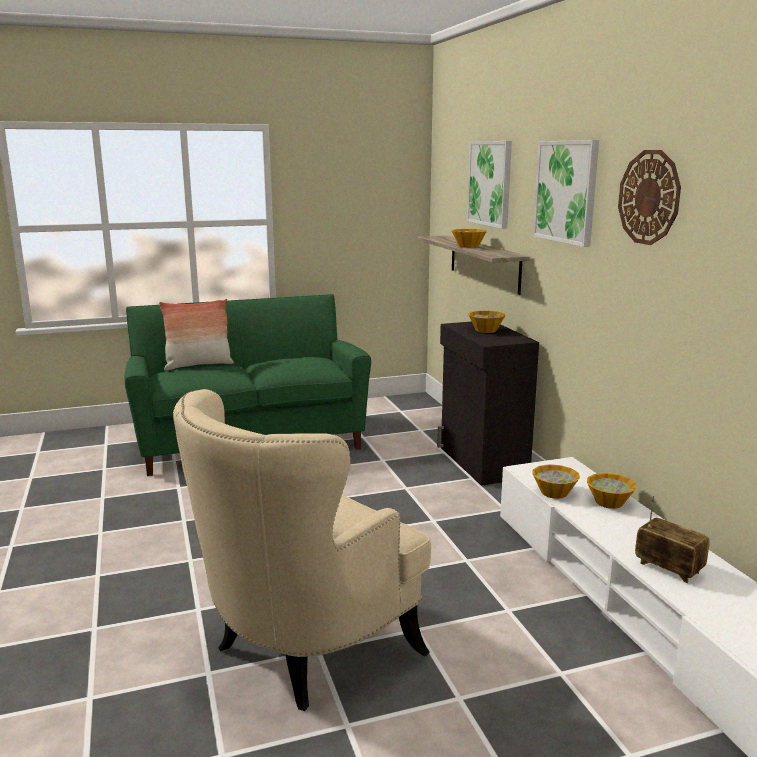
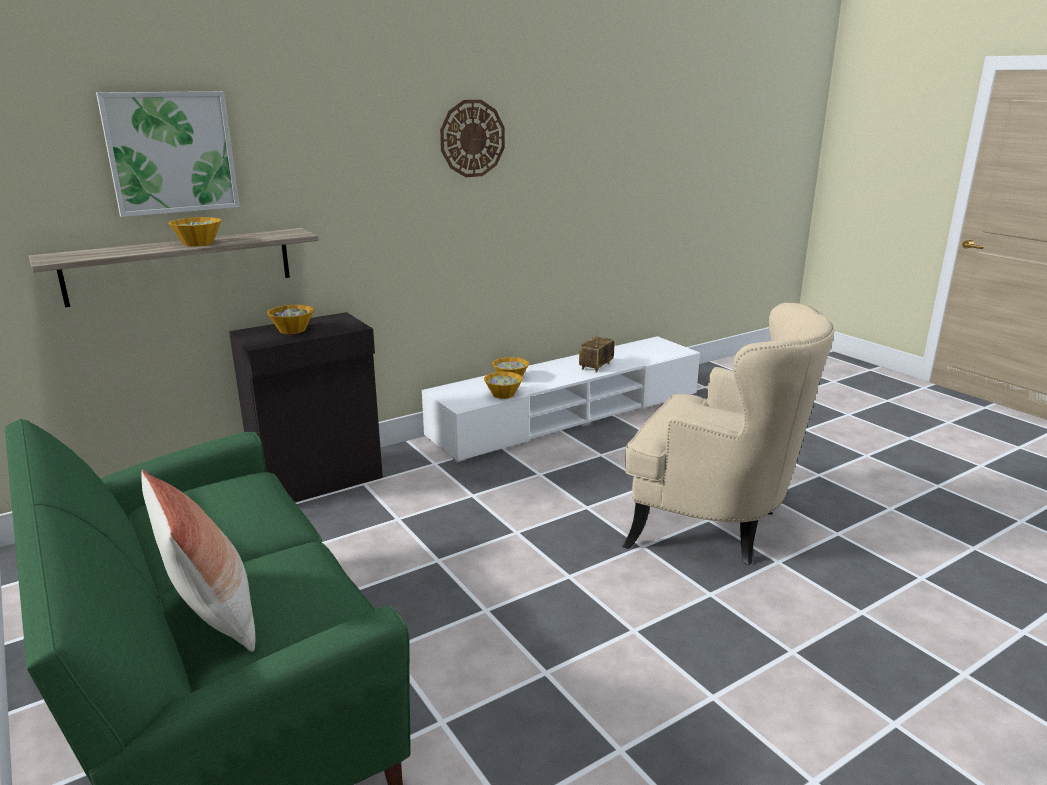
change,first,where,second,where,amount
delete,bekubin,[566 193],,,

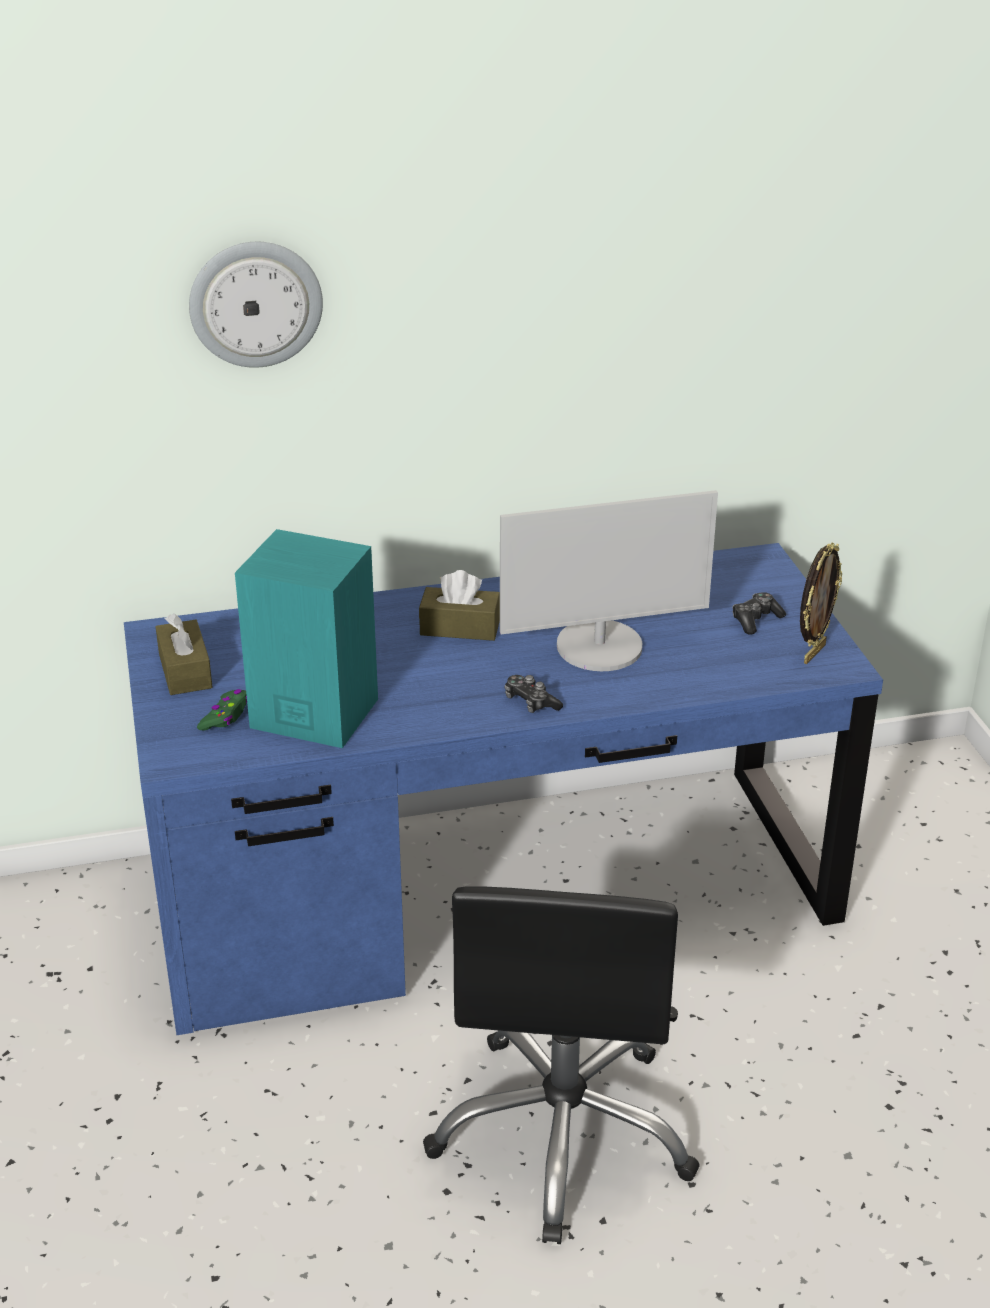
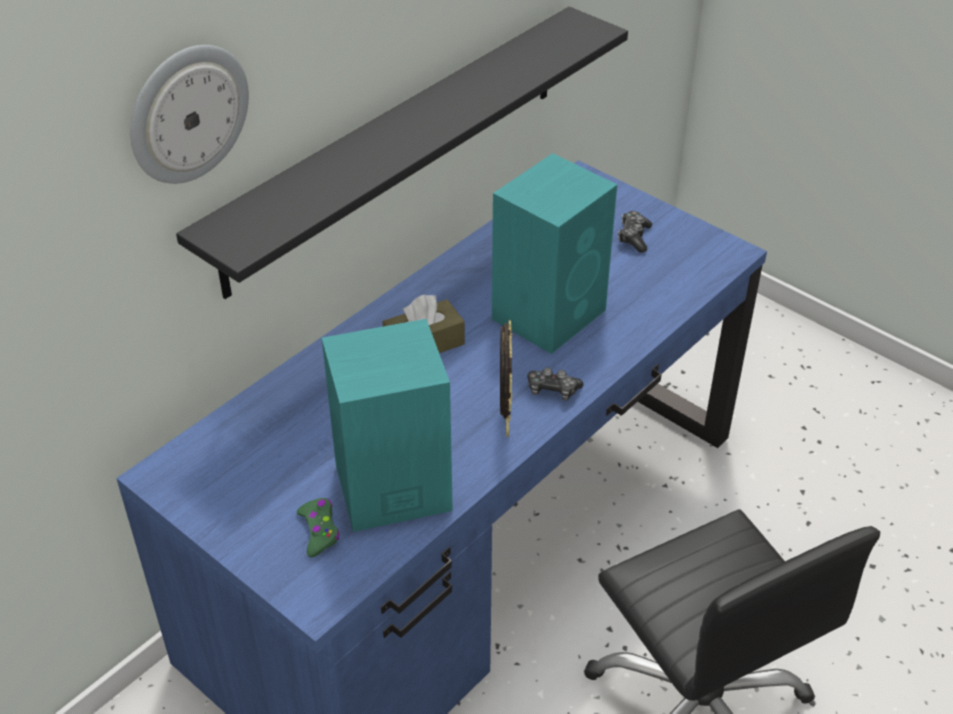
change,first,where,second,where,amount
replace,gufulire,[609 580],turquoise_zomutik,[554 253],
move,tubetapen,[821 603],,[506 378],
delete,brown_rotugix,[184 654],,,
insert,,,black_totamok,[402 153],

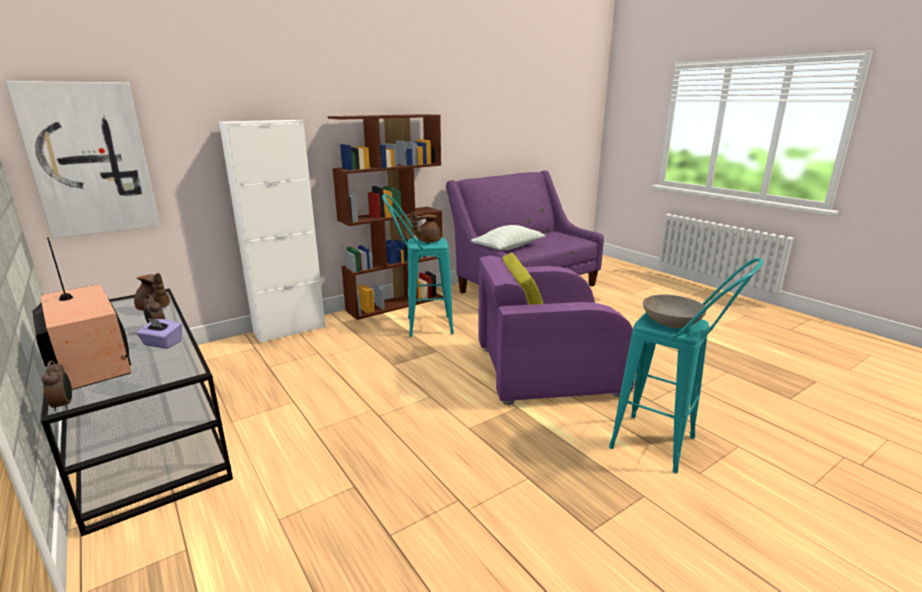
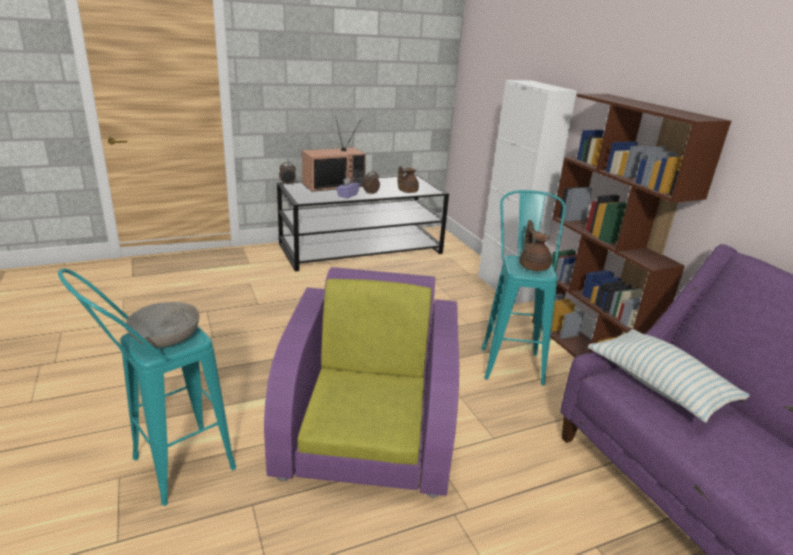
change,first,where,second,where,amount
delete,bekubin,[82 159],,,

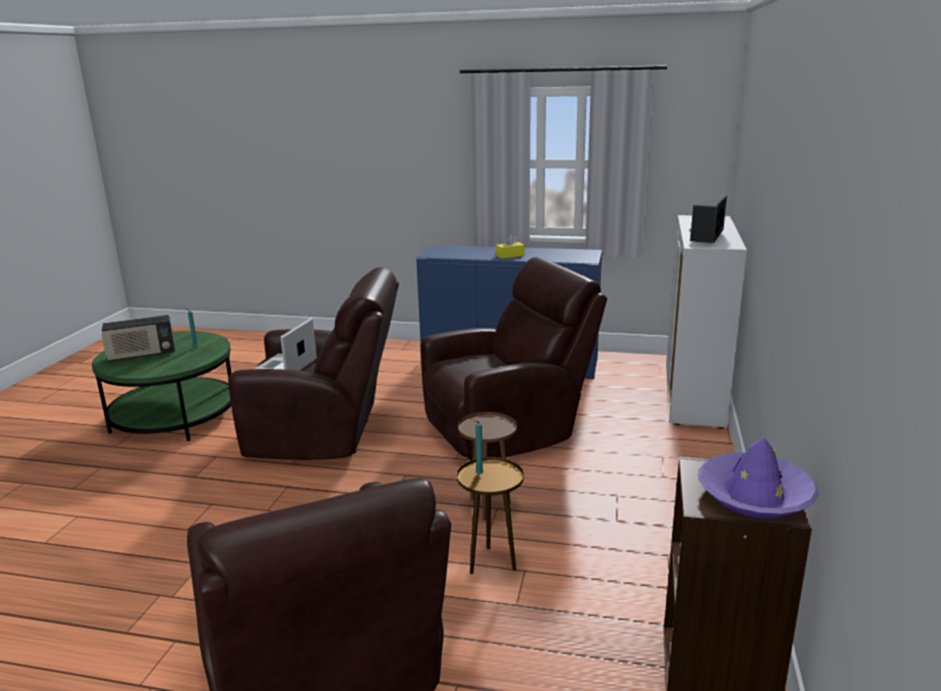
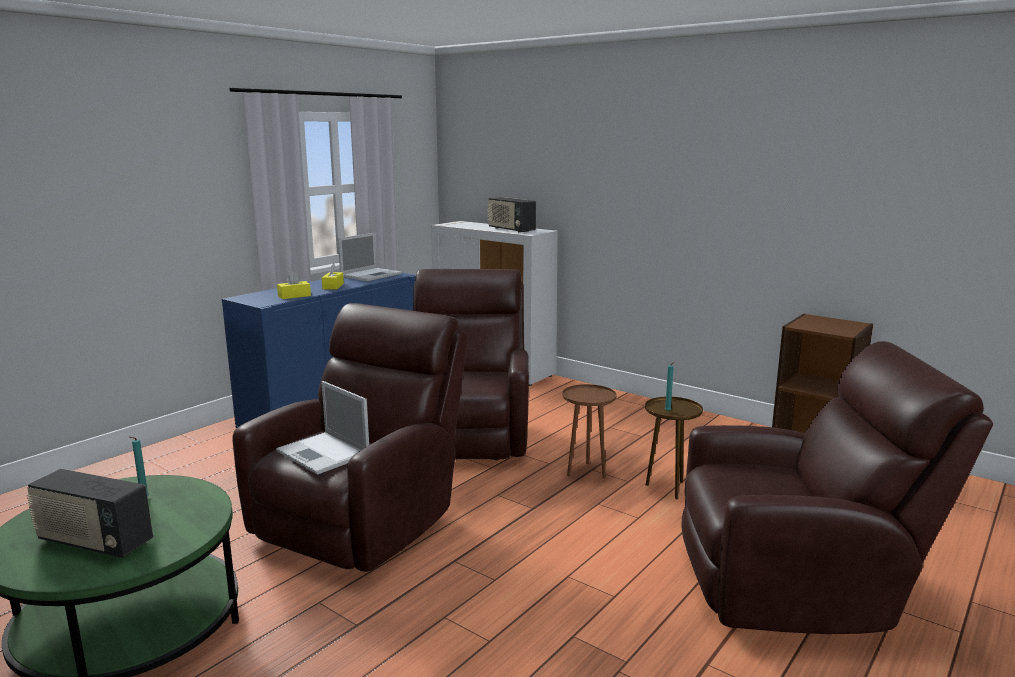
change,first,where,second,where,amount
rotate,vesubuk,[138 338],,[90 513],105 degrees clockwise
delete,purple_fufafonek,[758 478],,,
insert,,,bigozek,[370 257],
insert,,,yellow_rotugix,[294 285],

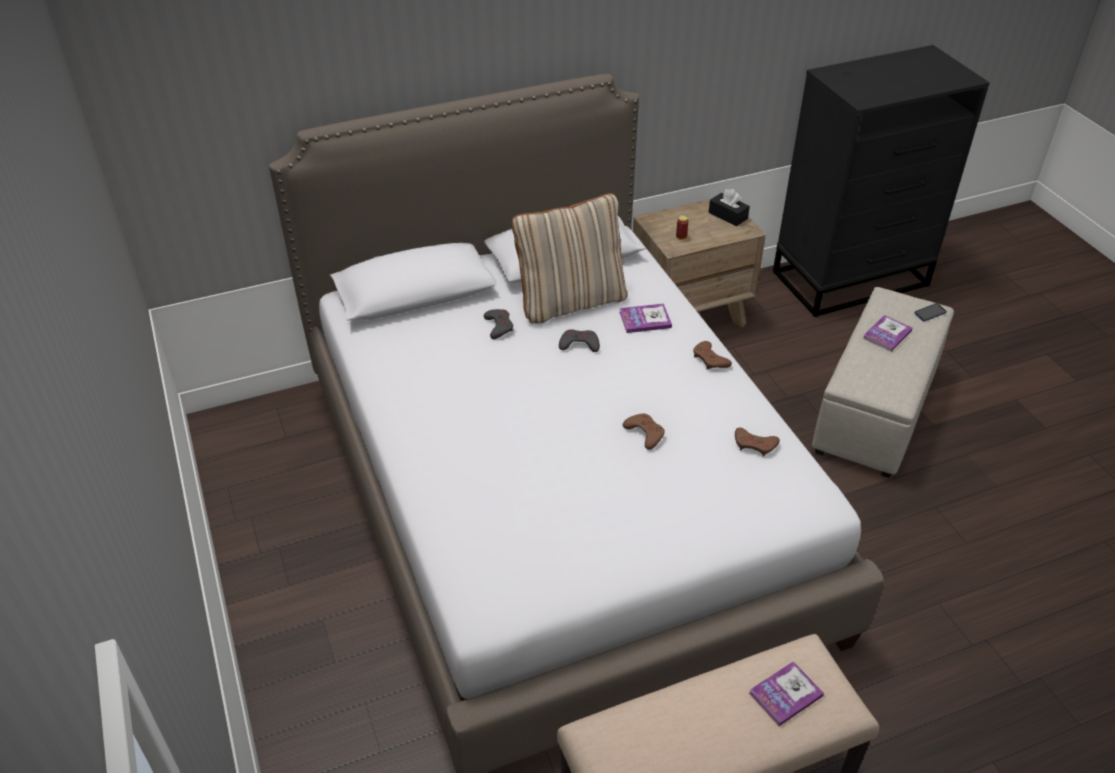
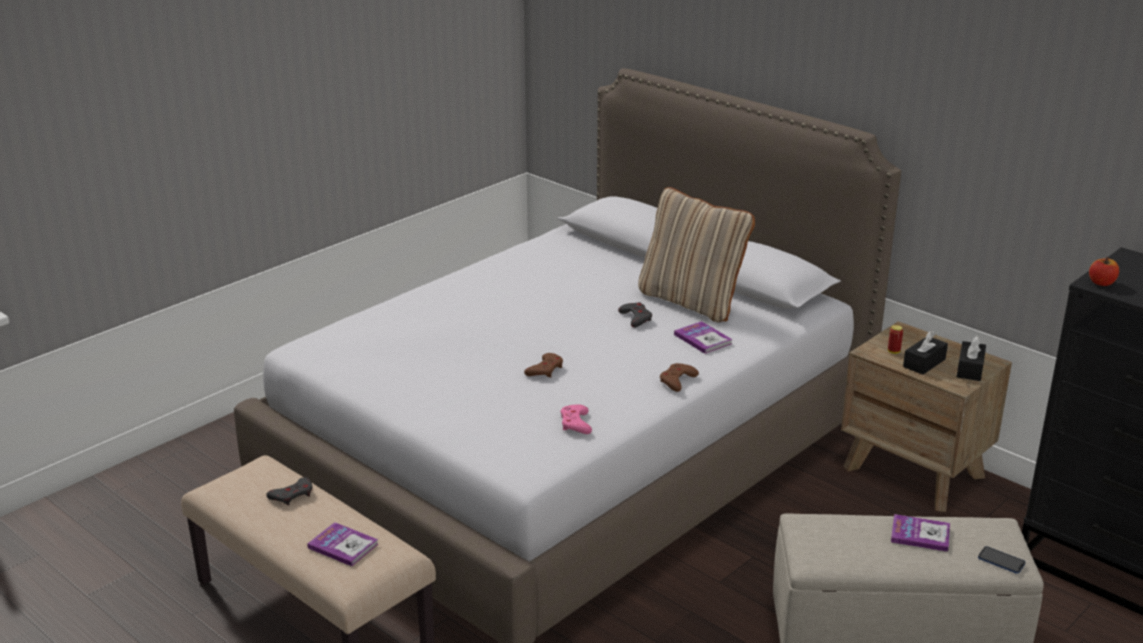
change,first,where,second,where,amount
move,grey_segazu,[498 324],,[289 491],
recolor,brown_segazu,[757 441],pink_segazu,[576 419],
insert,,,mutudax,[1104 271],
insert,,,black_rotugix,[925 353],

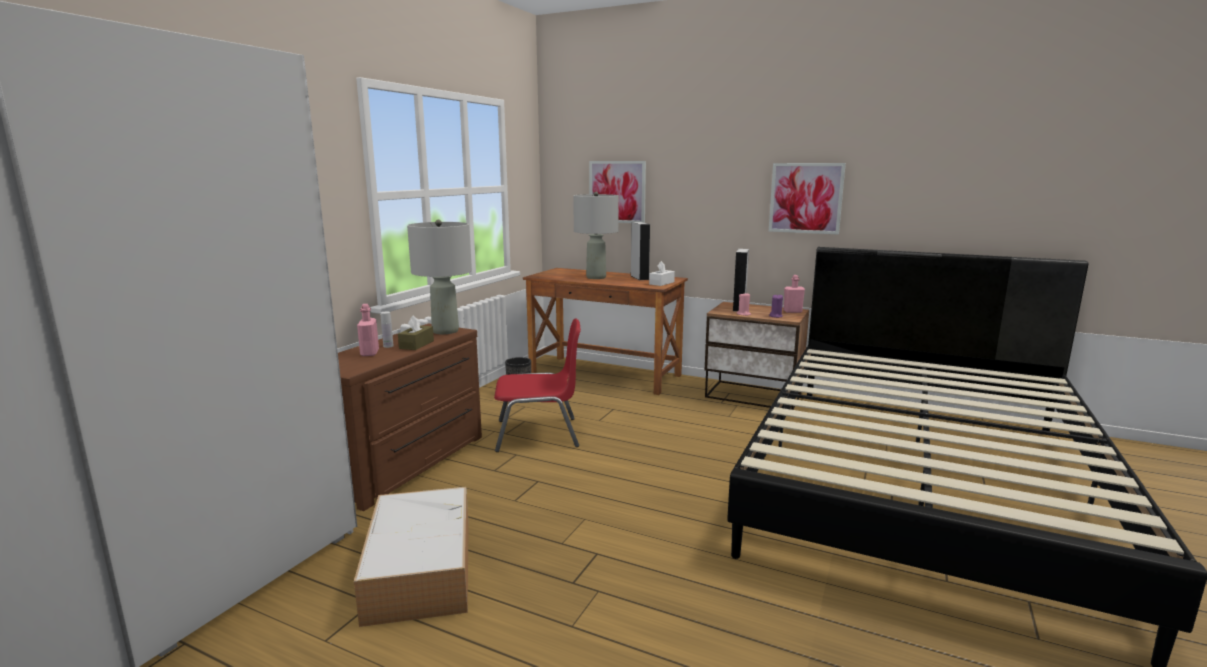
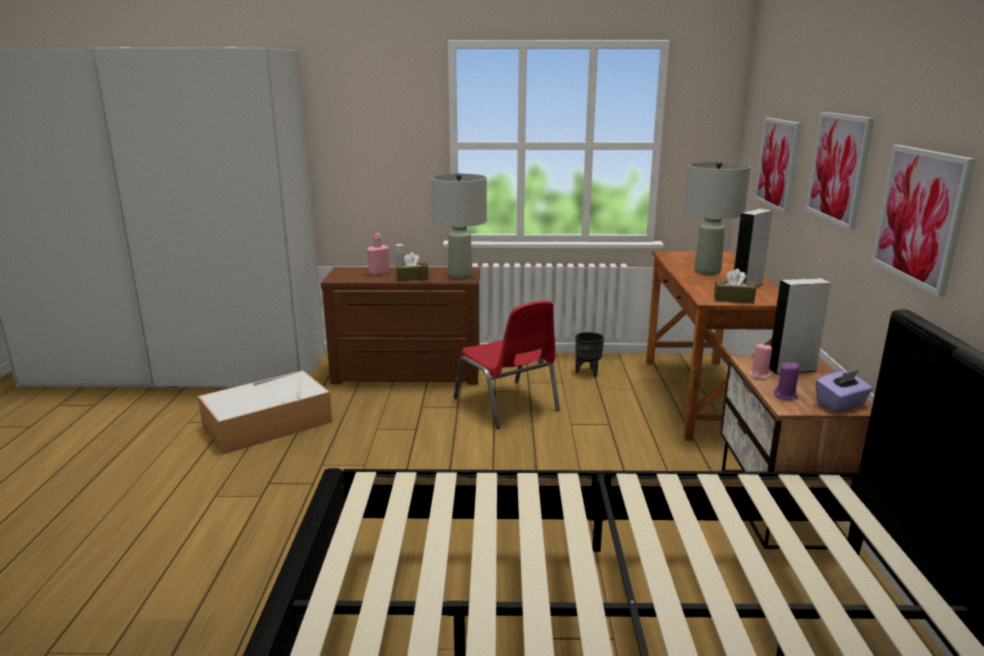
change,first,where,second,where,amount
recolor,white_rotugix,[662 273],brown_rotugix,[735 286],
replace,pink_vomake,[794 294],purple_rotugix,[844 391],
insert,,,bekubin,[840 171],

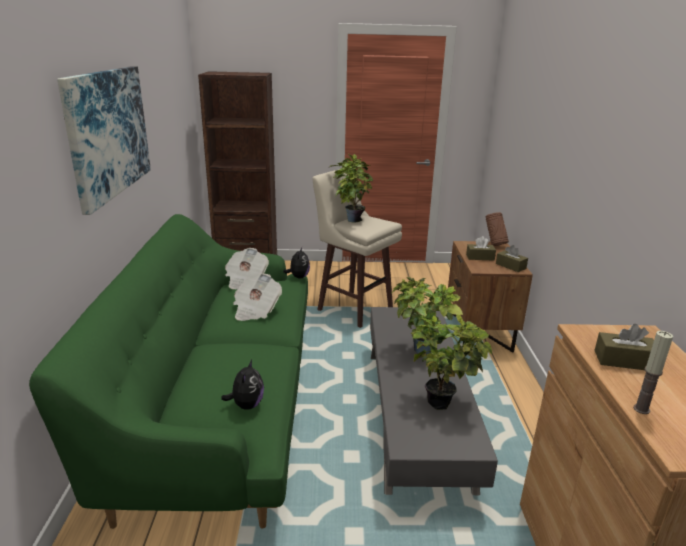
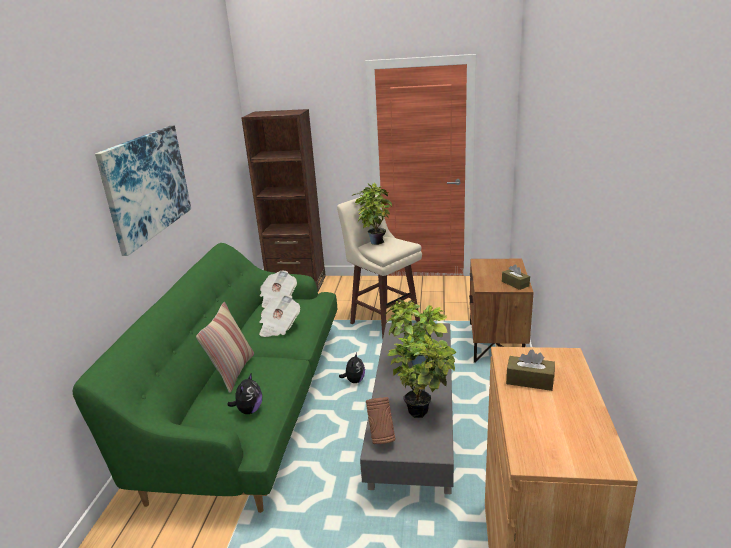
change,first,where,second,where,amount
move,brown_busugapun,[497 229],,[380 420],
delete,brown_rotugix,[481 248],,,
move,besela,[296 263],,[352 367],
delete,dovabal,[653 372],,,
insert,,,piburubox,[225 347],

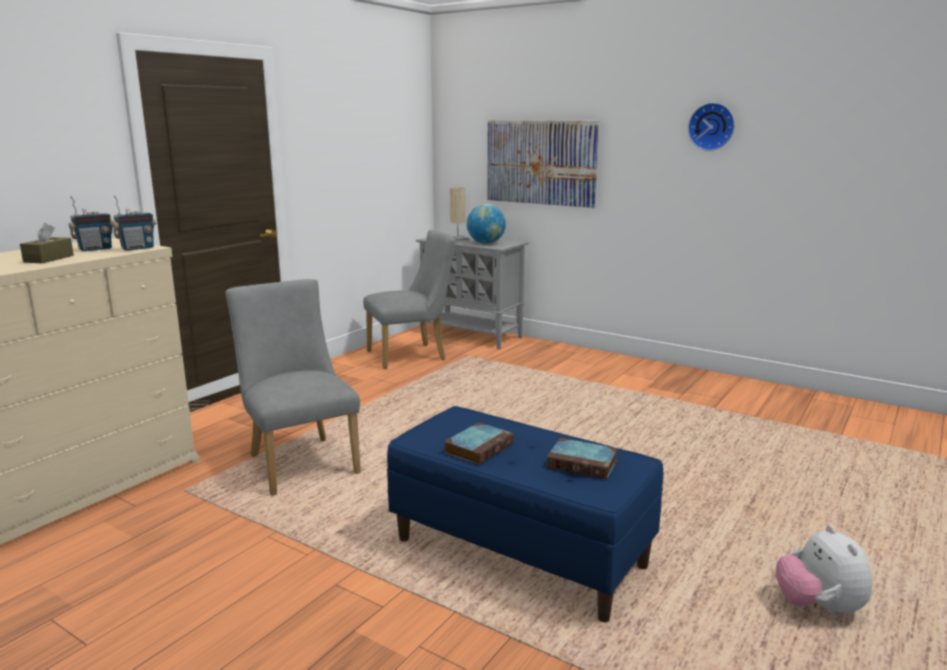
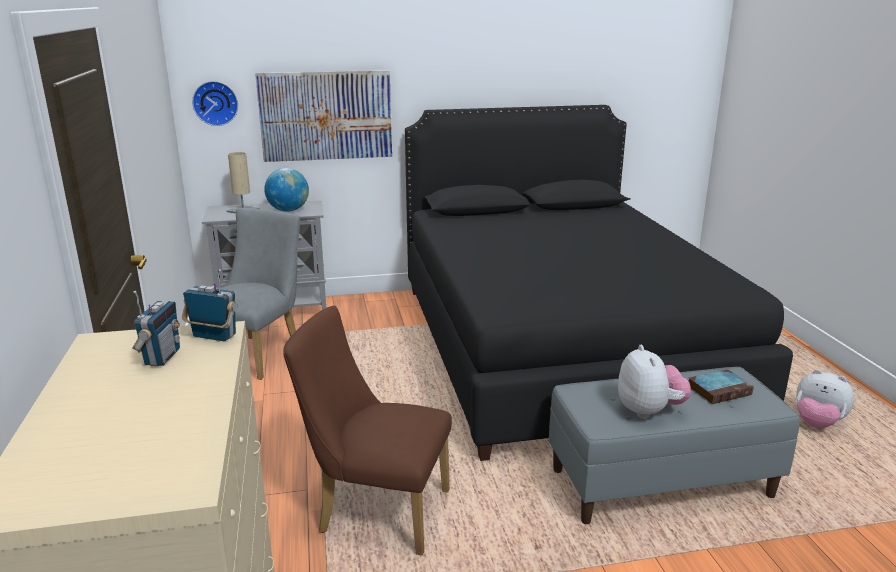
change,first,where,second,where,amount
move,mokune,[711 127],,[215 103],
rotate,vesubuk,[134 223],,[209 305],75 degrees counterclockwise
delete,brown_rotugix,[47 243],,,
recolor,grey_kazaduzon,[293 387],brown_kazaduzon,[367 430],
recolor,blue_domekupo,[525 514],grey_domekupo,[674 445],
replace,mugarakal,[479 443],besela,[654 382],
insert,,,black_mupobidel,[599 283],

